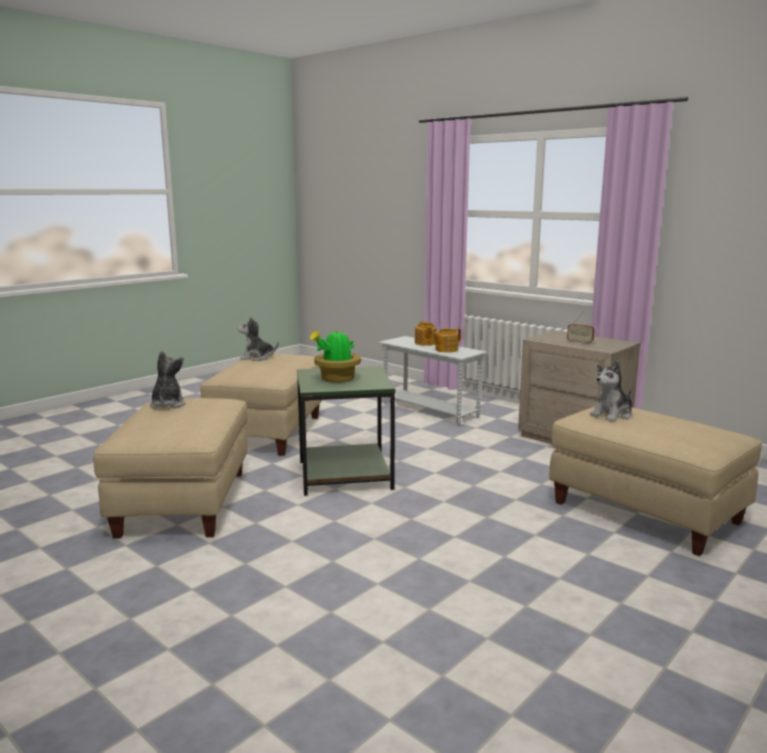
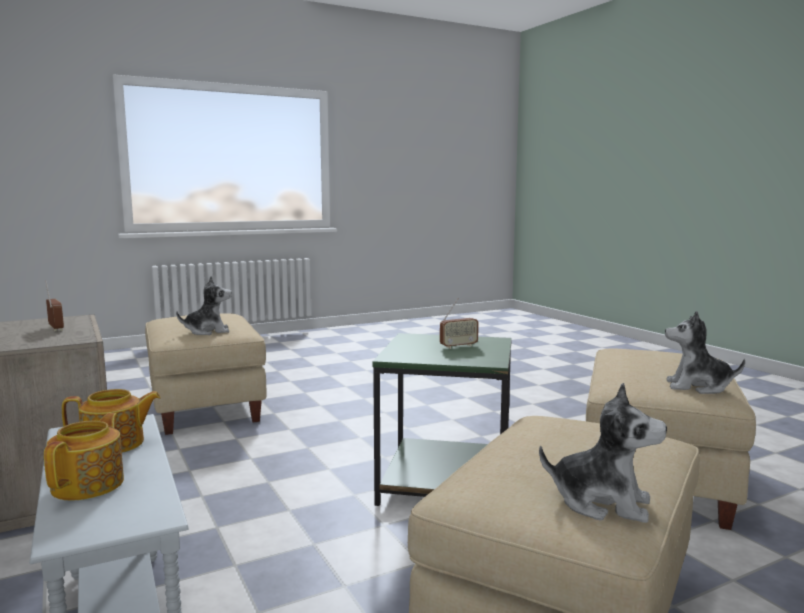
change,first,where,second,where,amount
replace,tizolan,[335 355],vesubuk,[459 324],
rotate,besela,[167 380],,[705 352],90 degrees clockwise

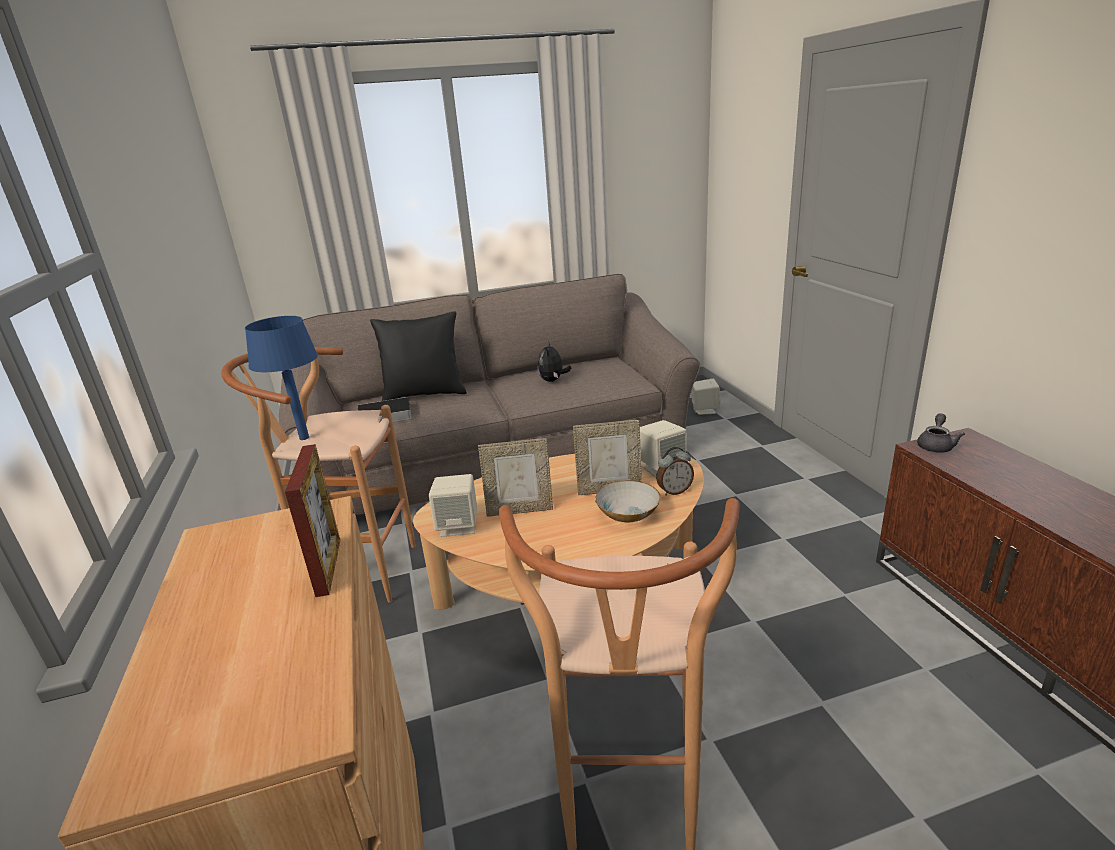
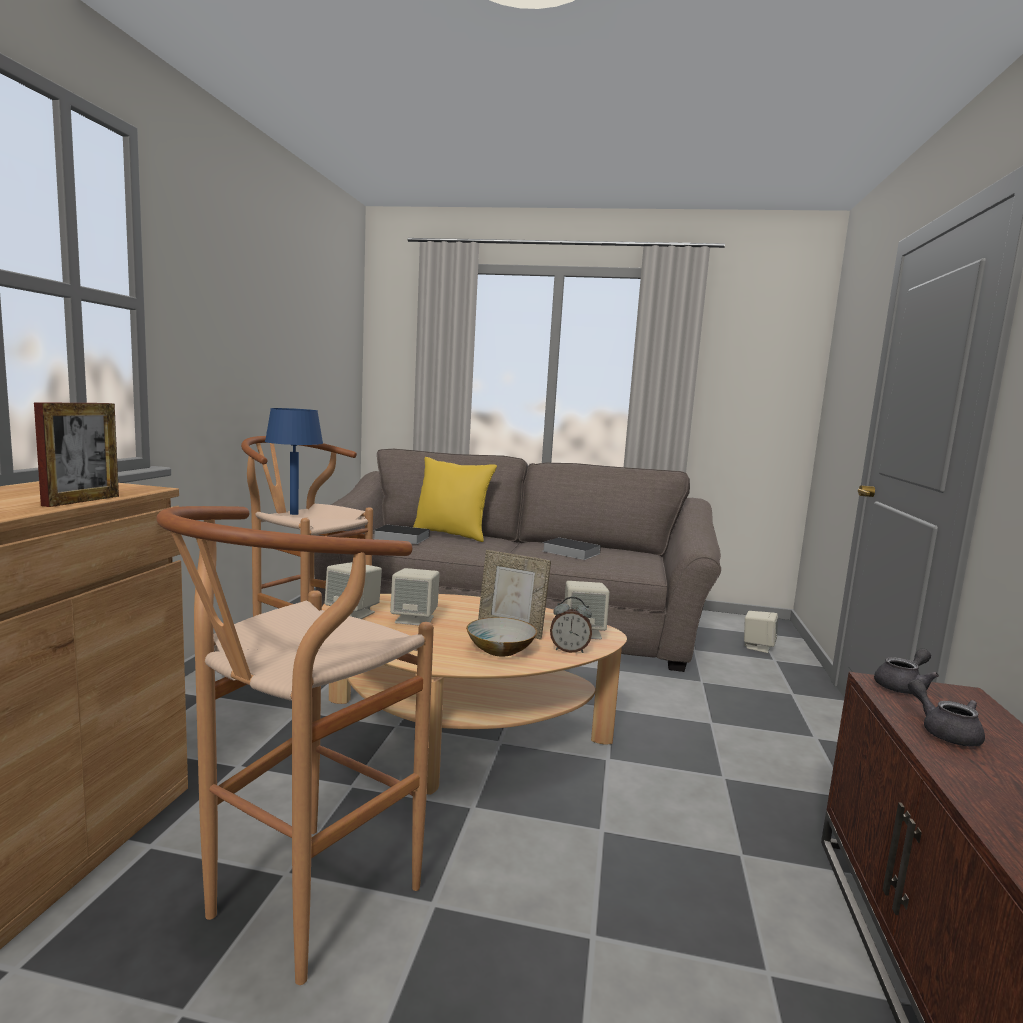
change,first,where,second,where,amount
recolor,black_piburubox,[418 356],yellow_piburubox,[455 499],
replace,besela,[554 361],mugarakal,[572 548],
replace,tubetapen,[515 477],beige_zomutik,[415 596],
insert,,,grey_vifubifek,[946 713],

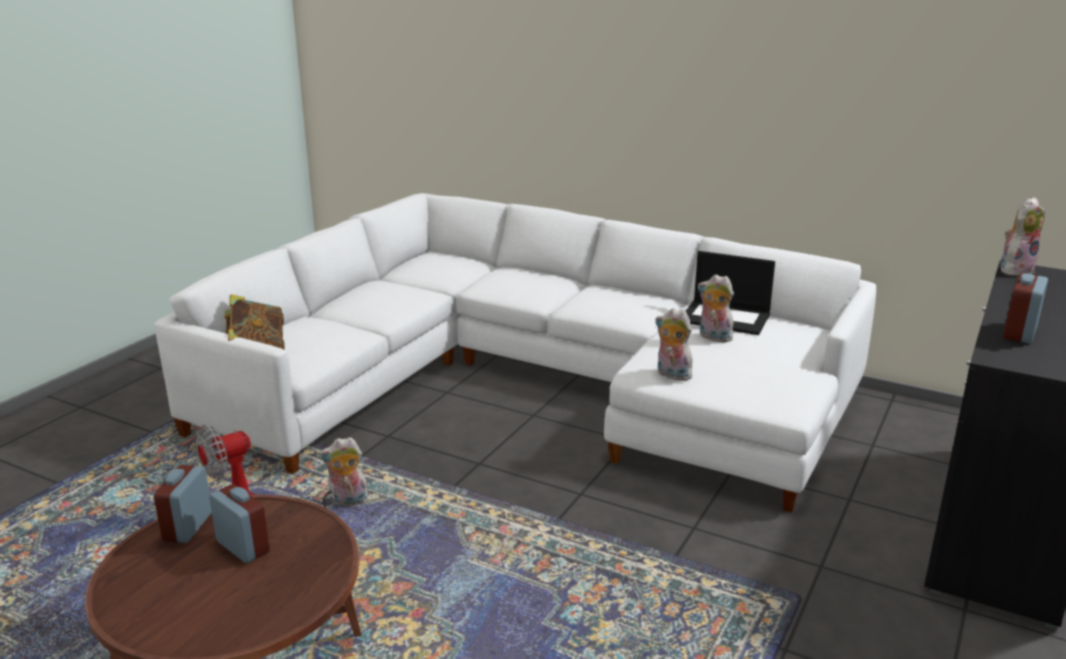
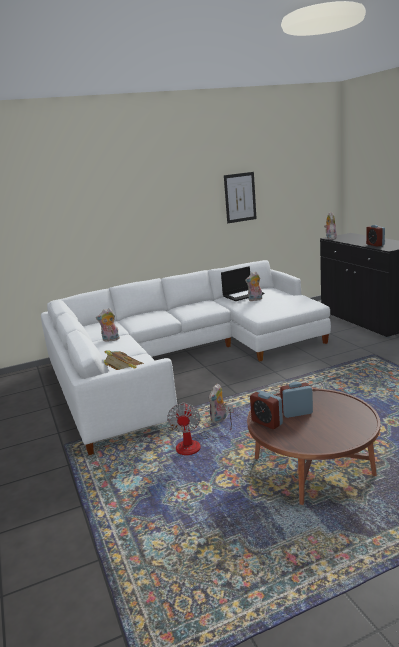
change,first,where,second,where,amount
move,besela,[674 344],,[108 325],
insert,,,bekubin,[240 197],

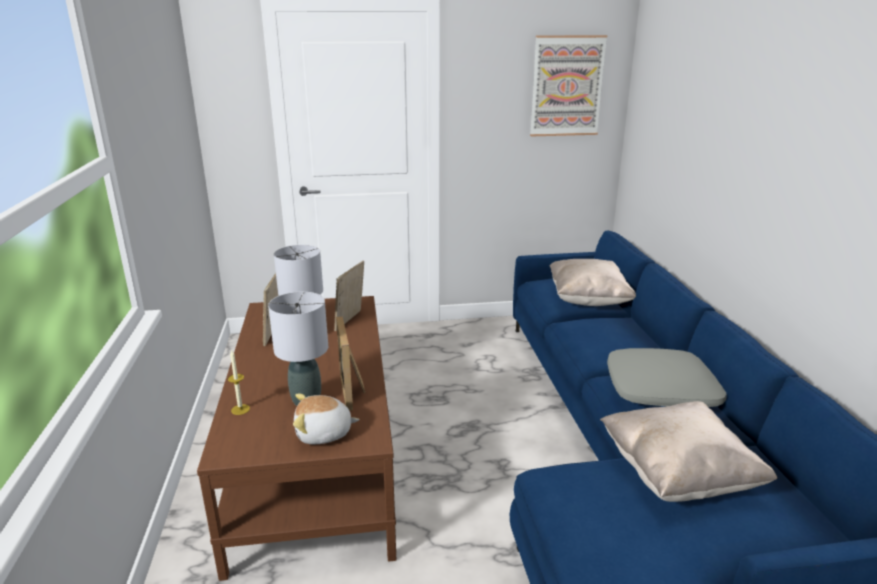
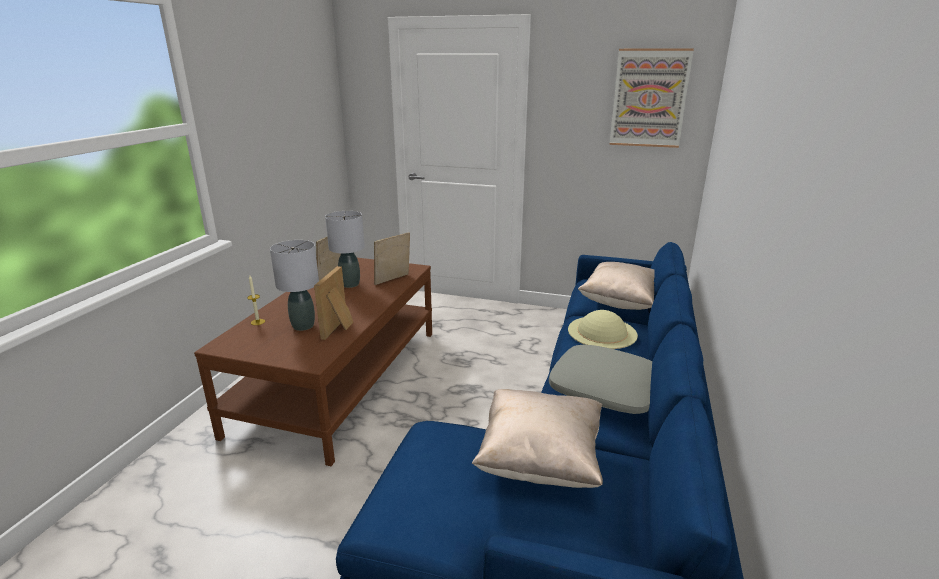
change,first,where,second,where,amount
delete,besela,[326 419],,,
insert,,,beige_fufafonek,[603 329],

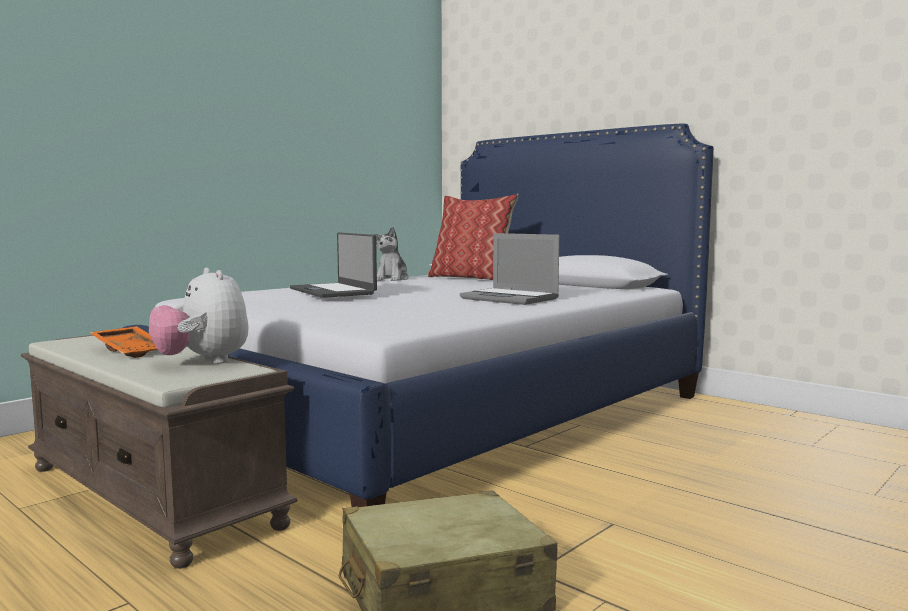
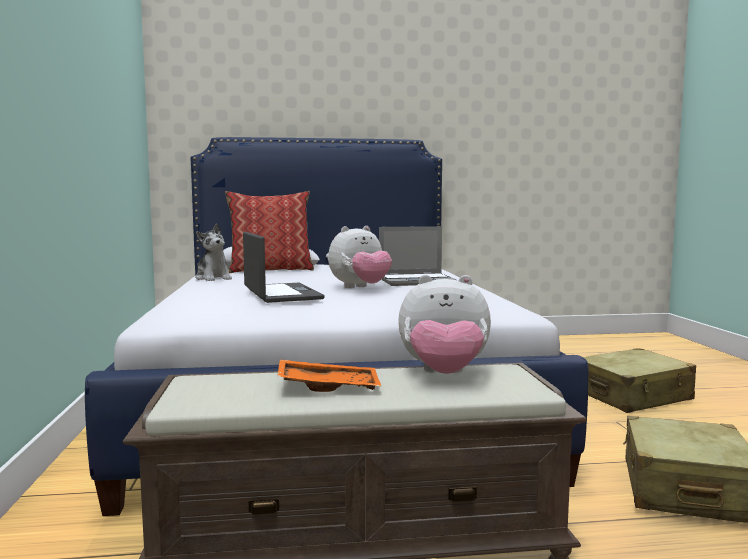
change,first,where,second,where,amount
rotate,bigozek,[333 265],,[284 267],120 degrees counterclockwise
insert,,,besela,[360 257],
insert,,,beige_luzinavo,[639 380],

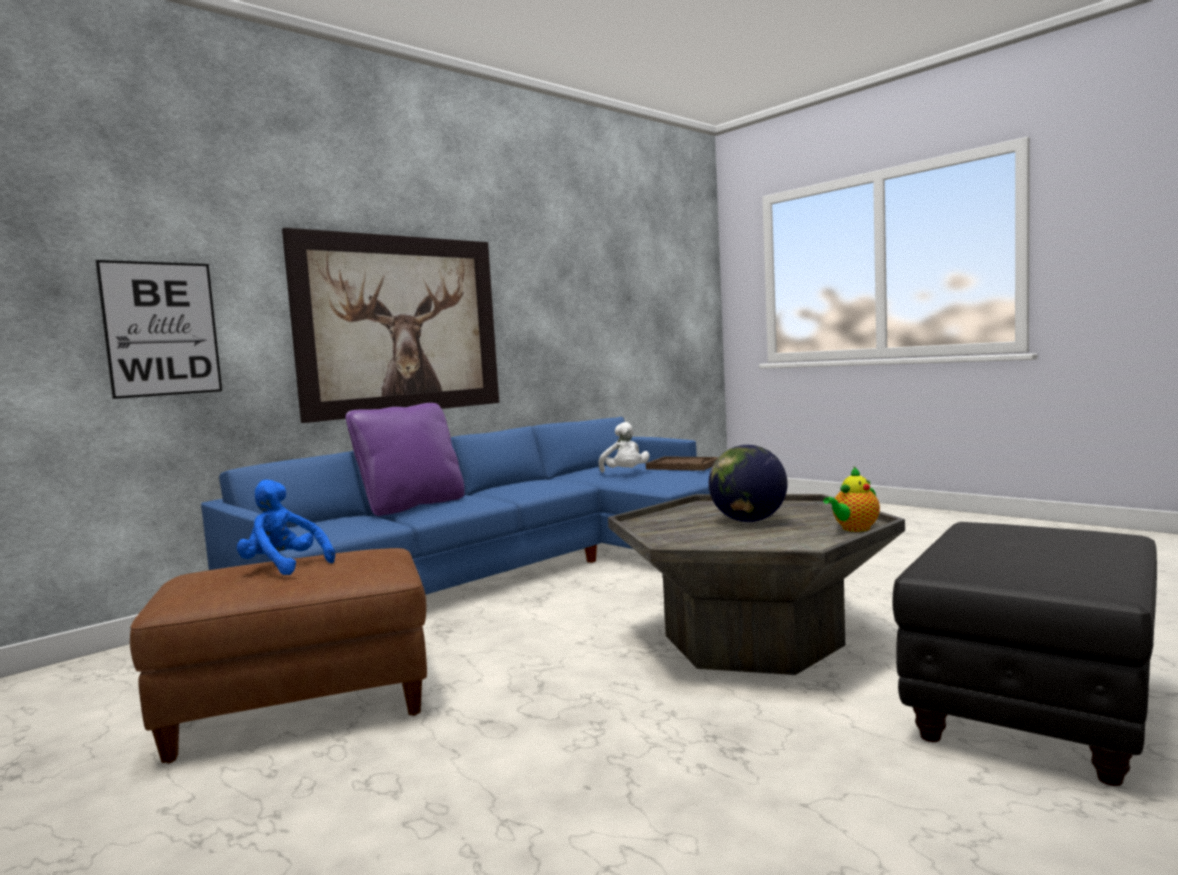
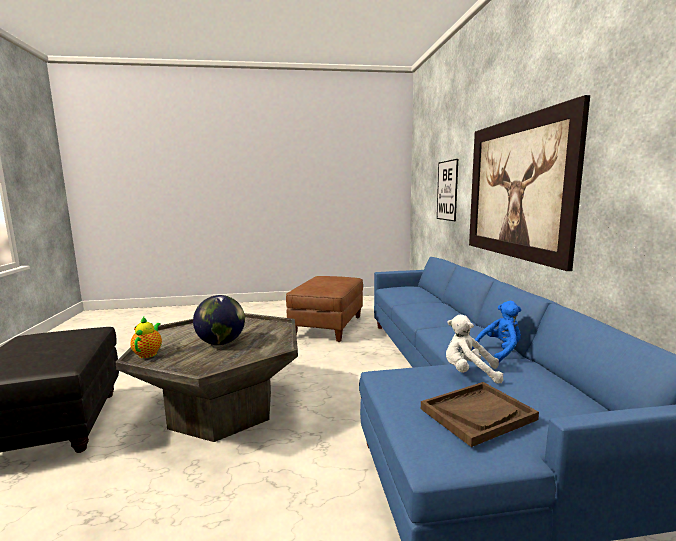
change,first,where,second,where,amount
delete,purple_piburubox,[405 459],,,
move,blue_besela,[286 527],,[496 332],

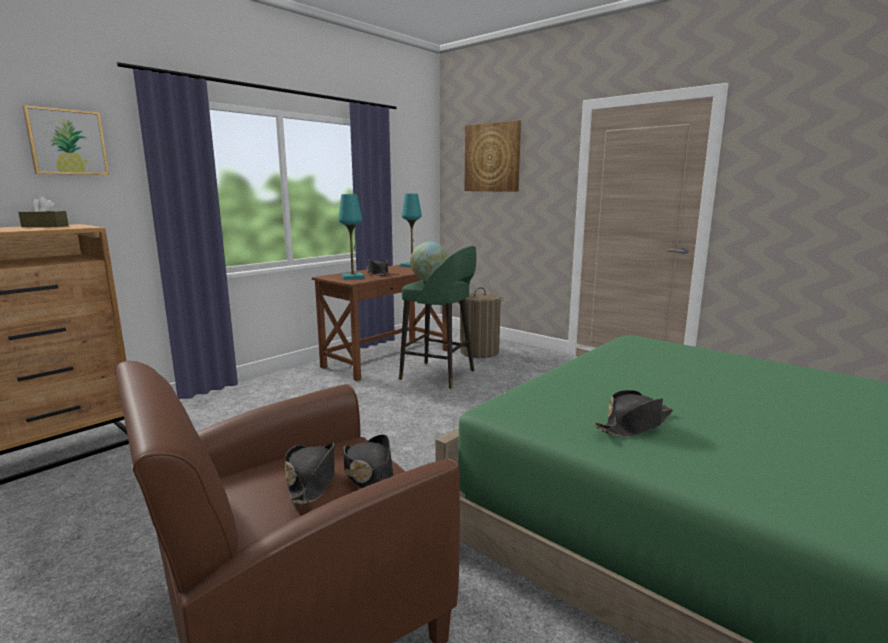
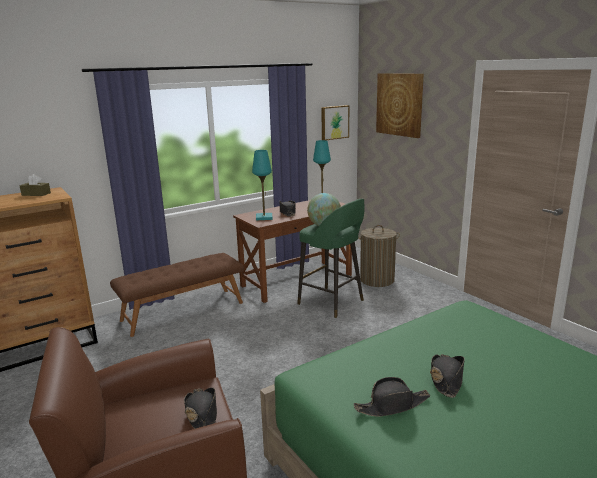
change,first,where,second,where,amount
move,bekubin,[65 140],,[335 122],
move,black_fufafonek,[310 473],,[447 376],
insert,,,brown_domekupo,[177 295],

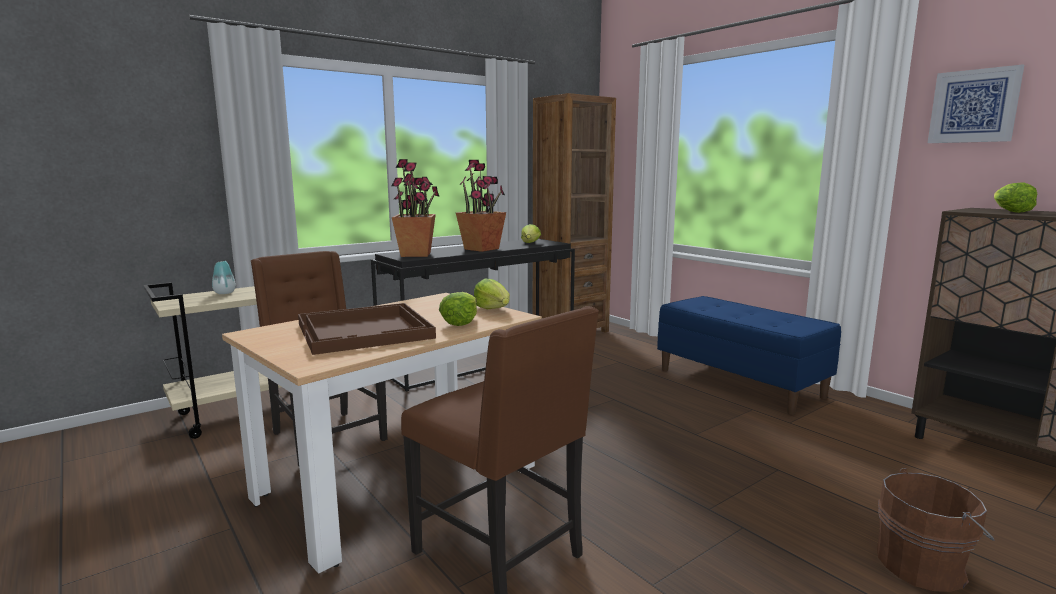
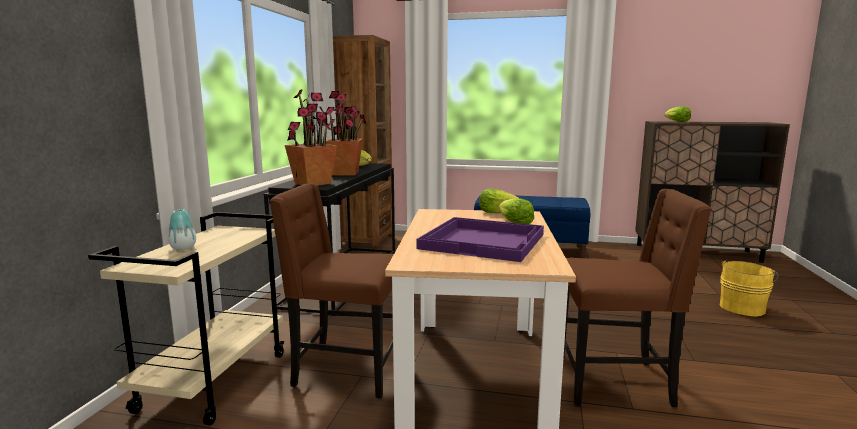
change,first,where,second,where,amount
delete,bekubin,[976 103],,,
recolor,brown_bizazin,[367 329],purple_bizazin,[480 239],
recolor,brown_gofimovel,[935 530],yellow_gofimovel,[749 289],

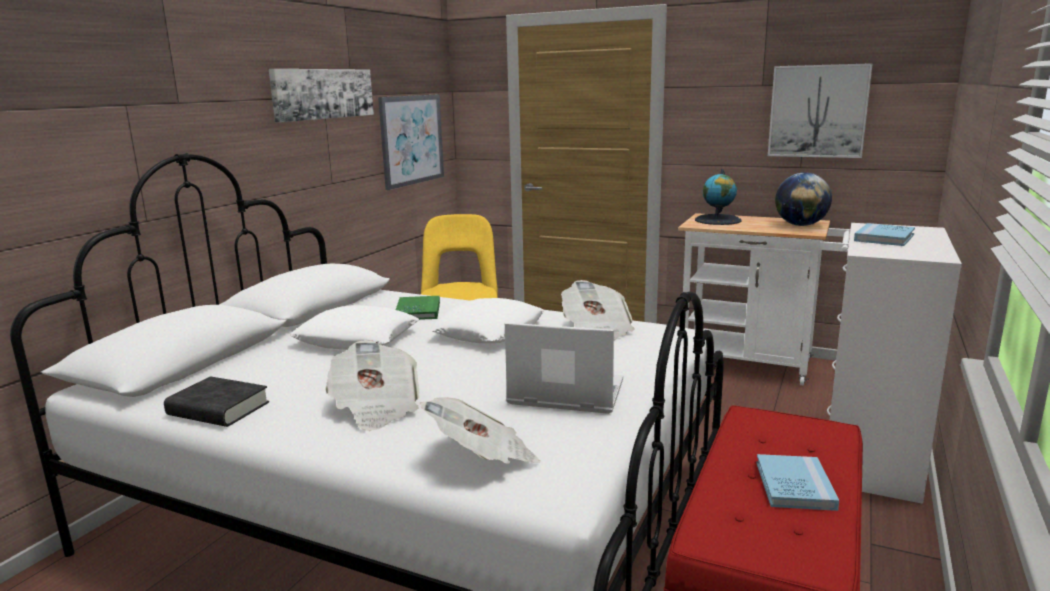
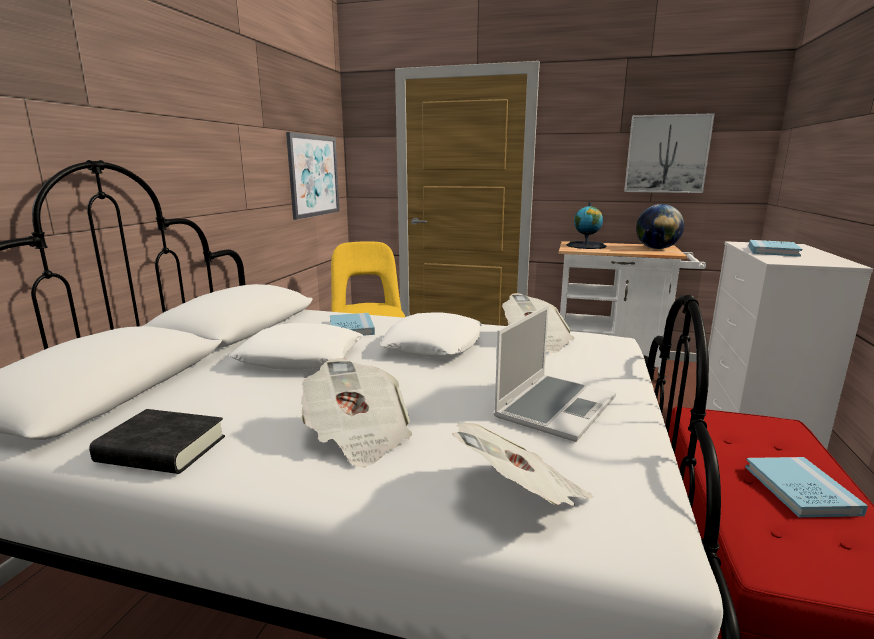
change,first,where,second,where,amount
delete,bekubin,[321 95],,,
recolor,green_mugarakal,[418 308],blue_mugarakal,[352 324],
rotate,bigozek,[564 368],,[555 373],120 degrees clockwise

